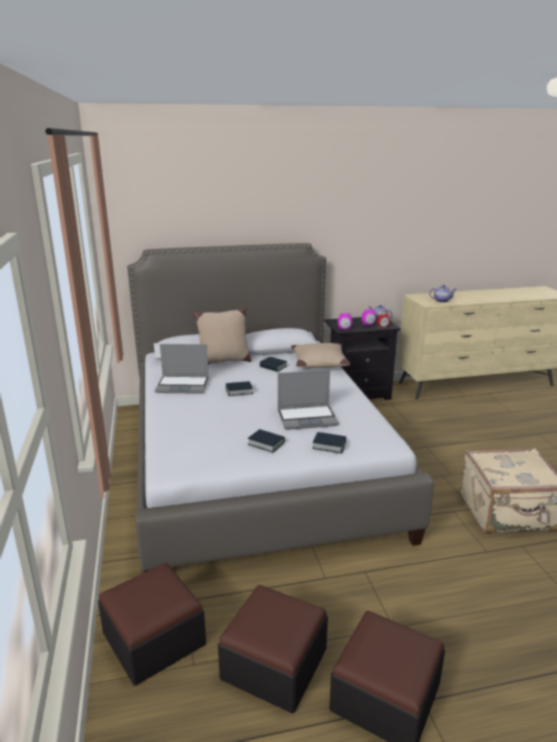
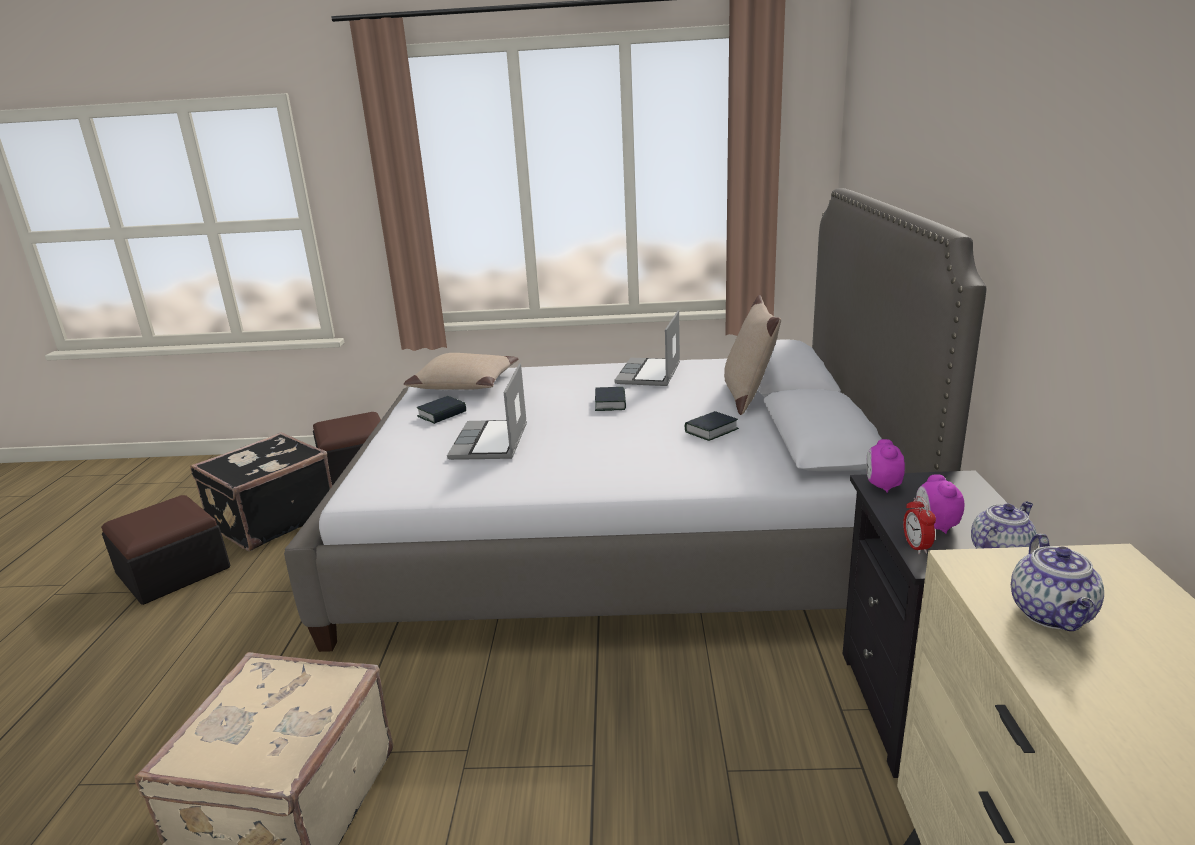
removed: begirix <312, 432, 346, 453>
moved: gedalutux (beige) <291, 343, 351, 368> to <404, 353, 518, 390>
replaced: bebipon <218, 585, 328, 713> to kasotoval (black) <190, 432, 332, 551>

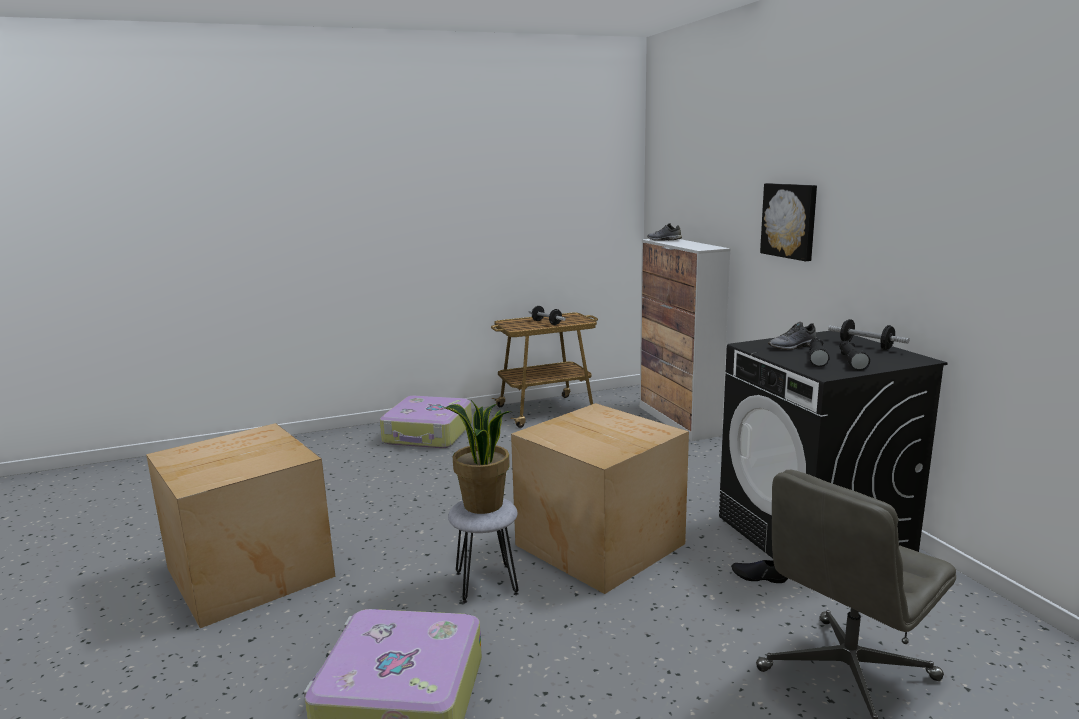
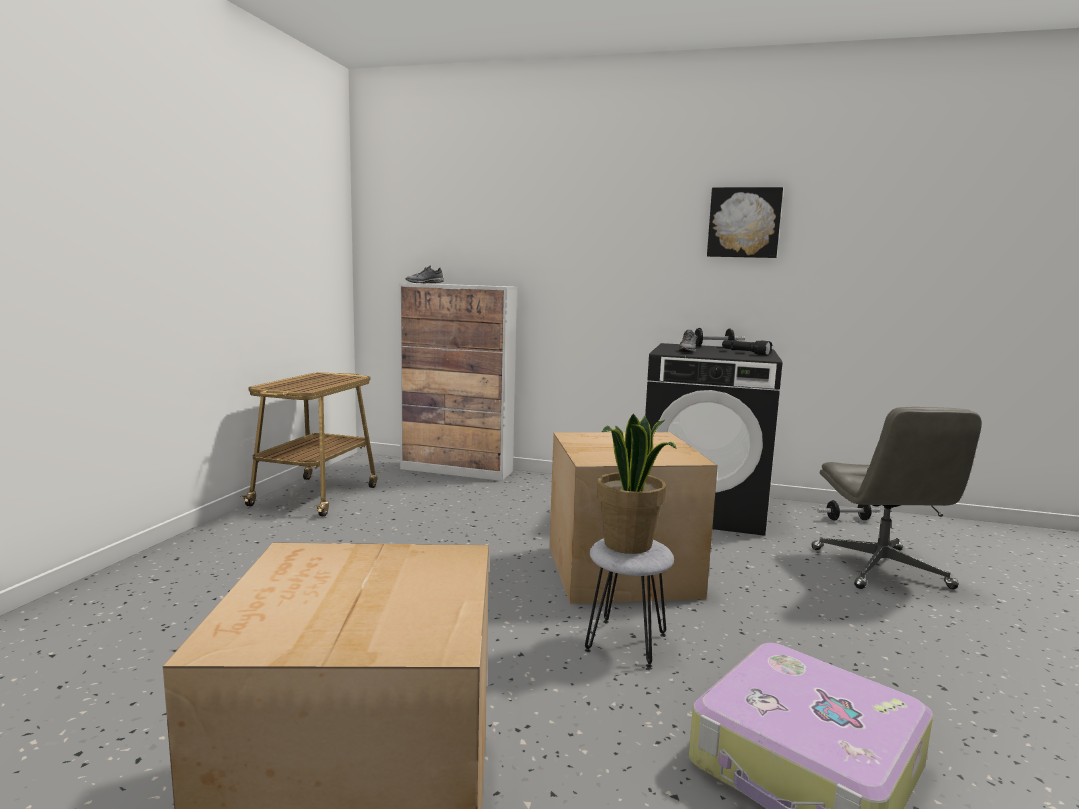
removed: kasotoval <380, 396, 472, 448>; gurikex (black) <731, 560, 788, 583>; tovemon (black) <809, 338, 829, 367>
moved: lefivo <529, 306, 566, 325> to <817, 500, 881, 521>; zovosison <760, 183, 817, 261> to <707, 187, 783, 258>

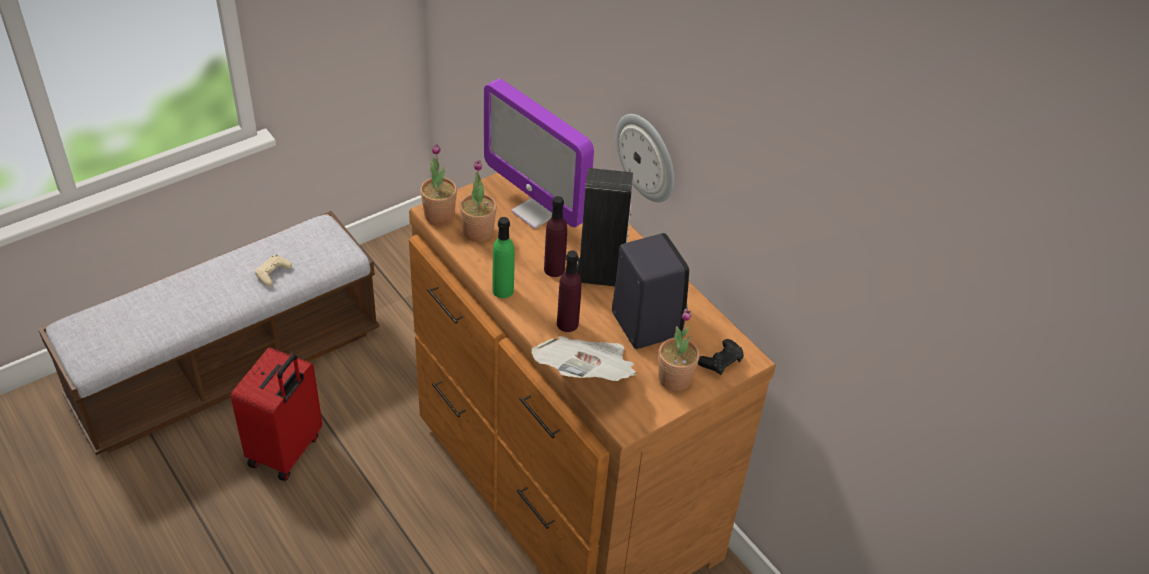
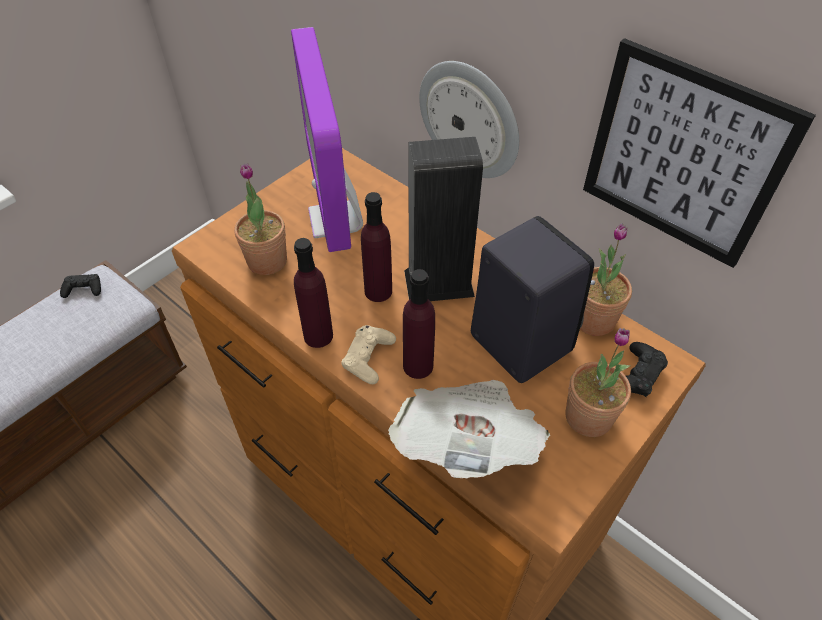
removed: kasotoval (red) <231, 347, 322, 481>
added: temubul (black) <60, 274, 101, 298>; zovosison <583, 38, 816, 268>
moved: temubul (beige) <255, 255, 292, 286> to <341, 325, 396, 384>; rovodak <420, 143, 457, 225> to <580, 223, 632, 336>
recoloured: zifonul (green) <492, 217, 515, 298> to zifonul (purple) <294, 238, 333, 348>
turned: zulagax <484, 79, 594, 229> = <291, 27, 363, 252> 45 degrees clockwise

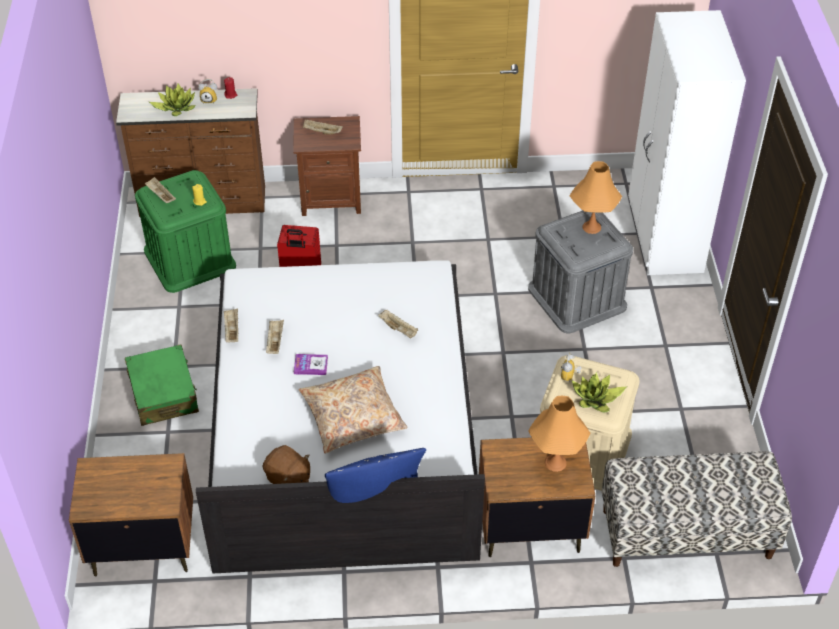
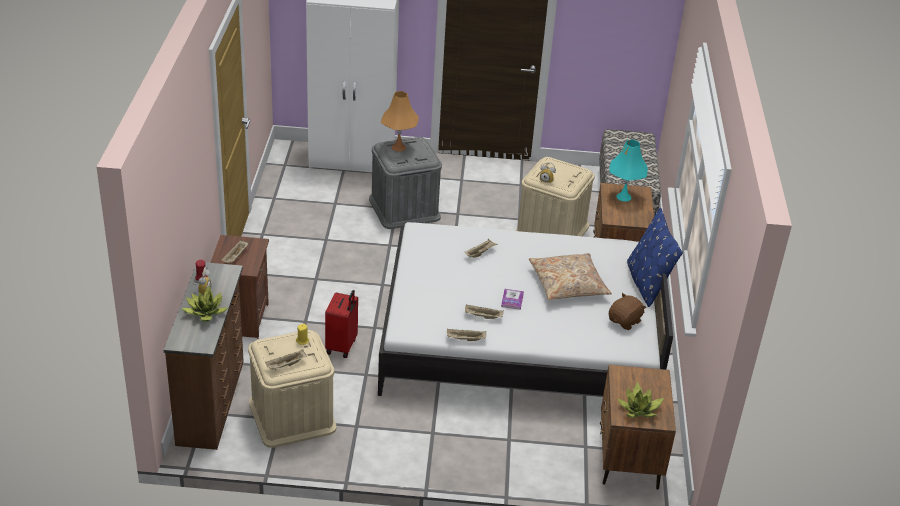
removed: kasotoval (green) <125, 344, 199, 426>
moved: rovodak <572, 372, 626, 413> to <617, 382, 664, 417>
recoloured: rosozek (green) <135, 170, 236, 293> to rosozek (beige) <248, 330, 337, 448>; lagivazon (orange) <528, 396, 590, 472> to lagivazon (turquoise) <609, 140, 648, 202>

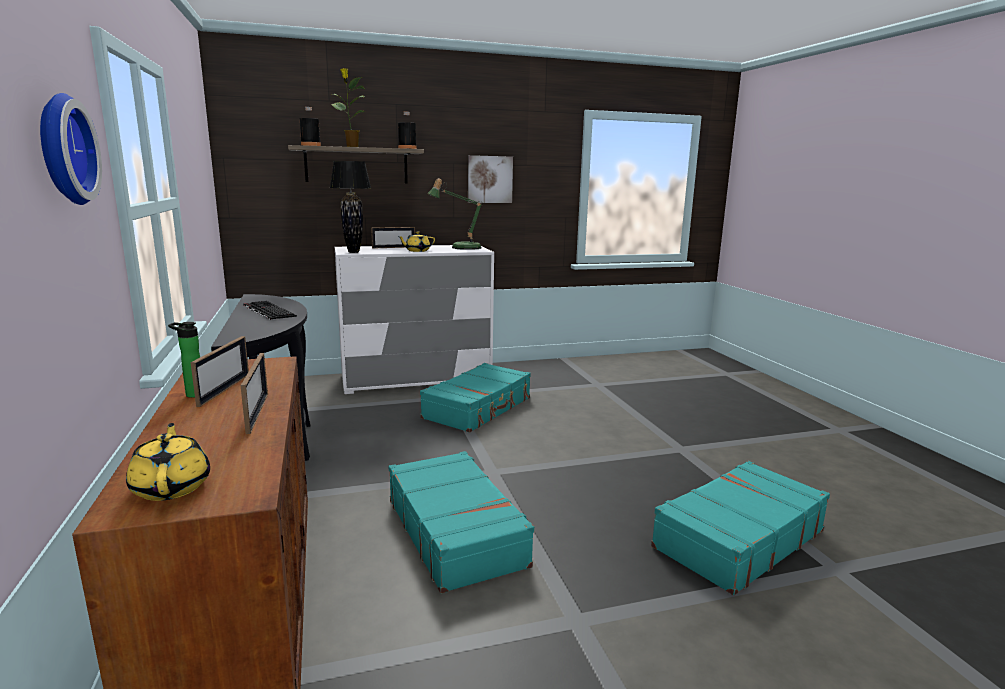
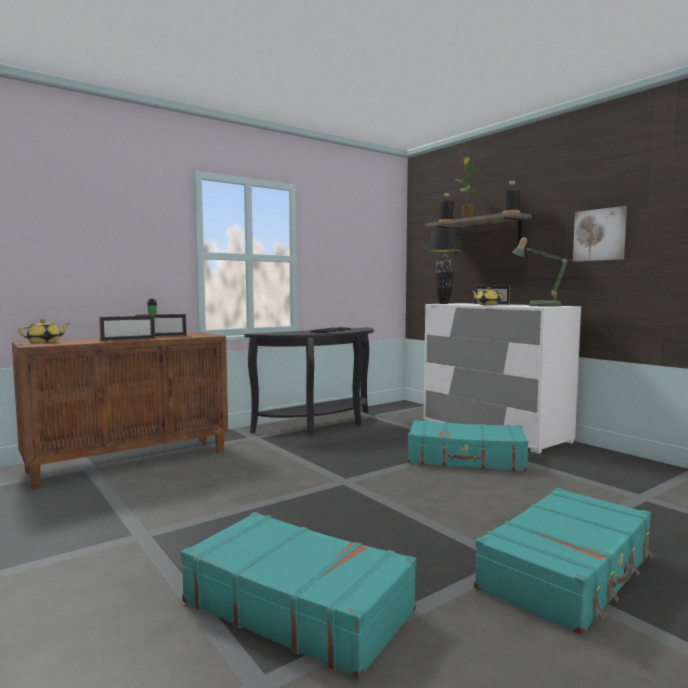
removed: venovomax <40, 93, 102, 205>
moved: kasotoval (turquoise) <389, 451, 534, 594> to <474, 488, 654, 635>

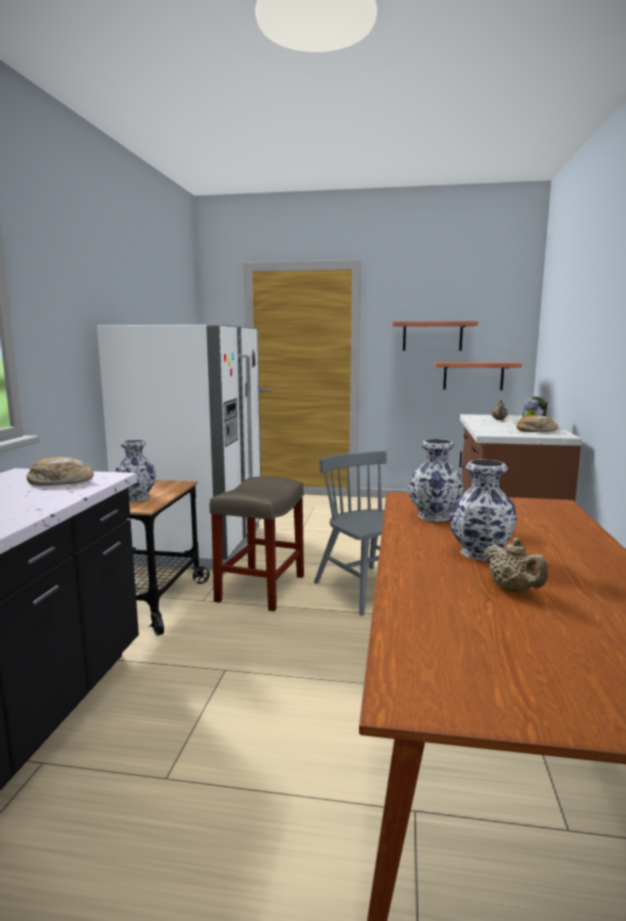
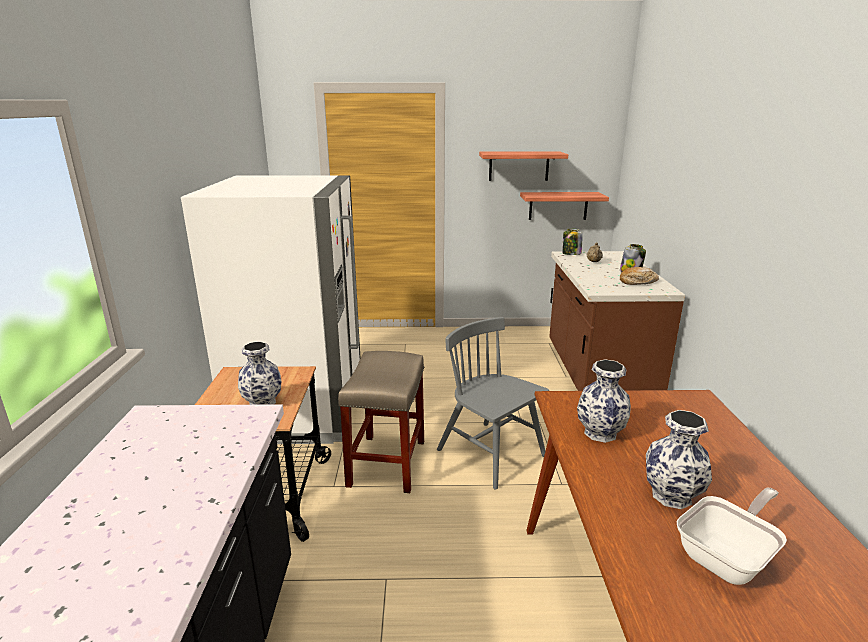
removed: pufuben <27, 457, 94, 486>
added: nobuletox <562, 229, 583, 255>
replaced: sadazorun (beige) <483, 538, 548, 592> to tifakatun <677, 487, 787, 585>

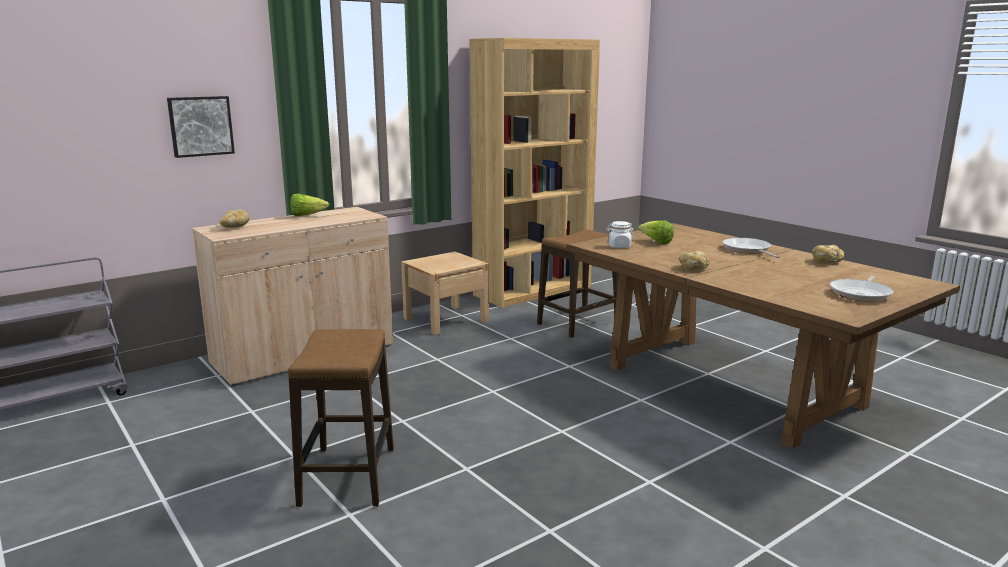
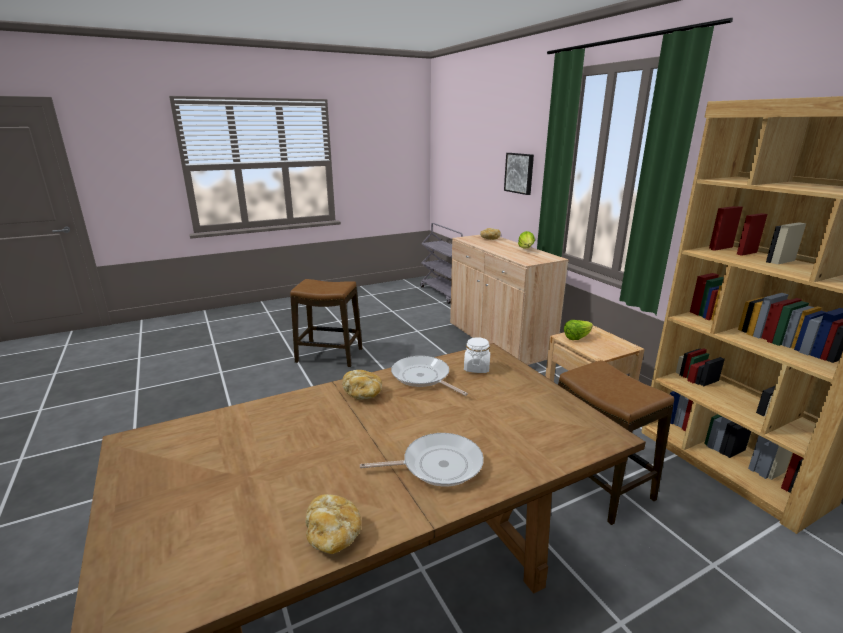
moved: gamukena <638, 220, 674, 244> to <564, 320, 593, 340>; tifakatun <830, 275, 894, 302> to <391, 356, 468, 396>

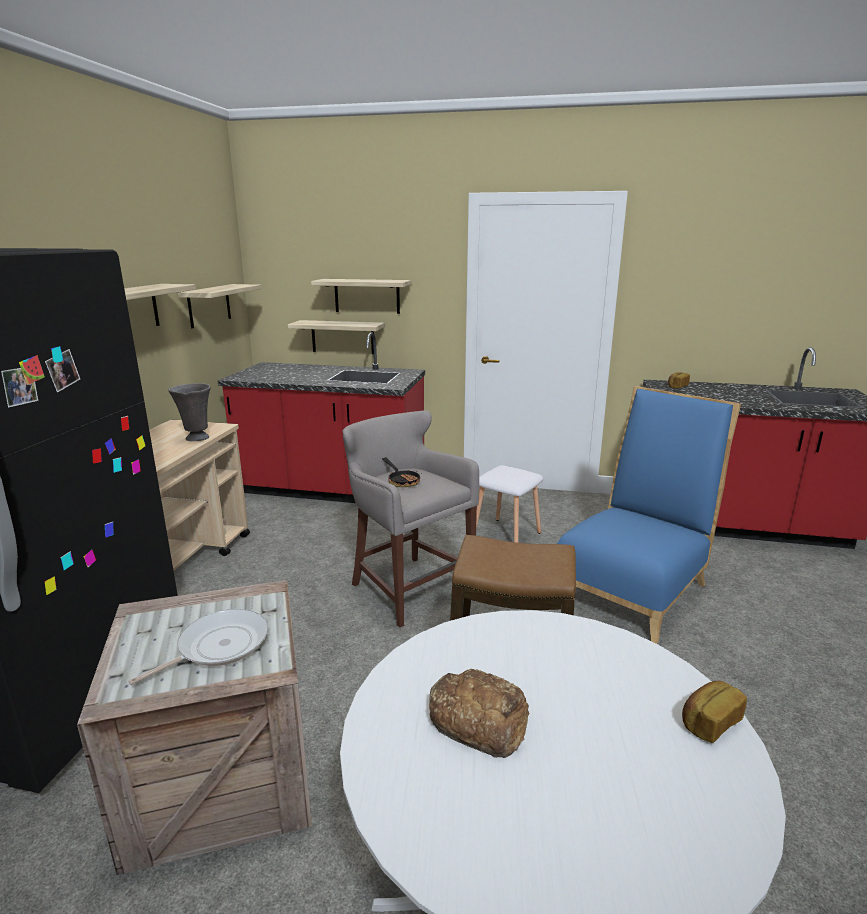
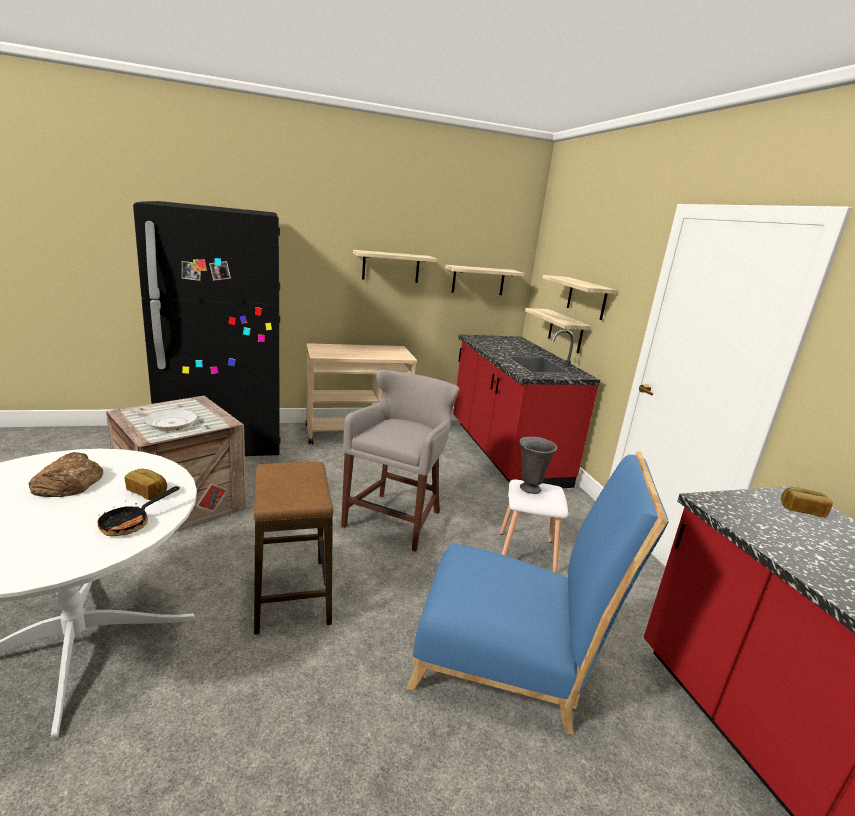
moved: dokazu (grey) <168, 383, 211, 441> to <520, 437, 557, 494>; tifakatun <382, 457, 422, 487> to <98, 486, 180, 536>; pufuben <682, 681, 747, 743> to <125, 469, 167, 500>

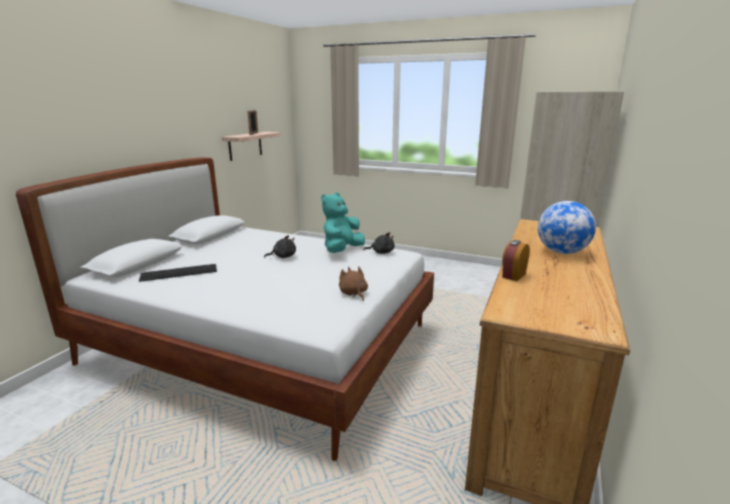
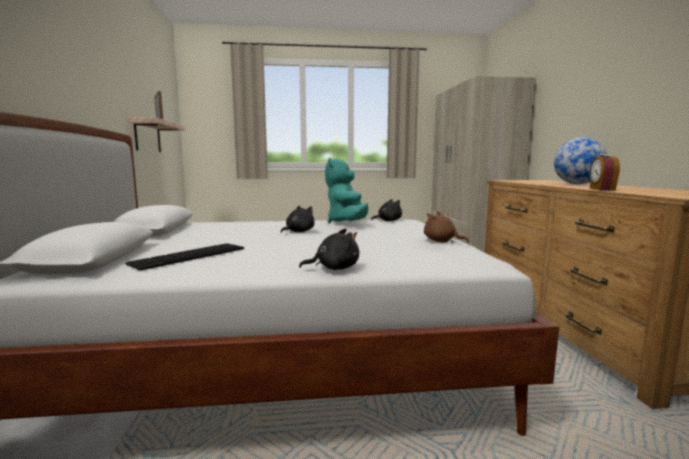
added: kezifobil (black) <299, 228, 359, 270>

